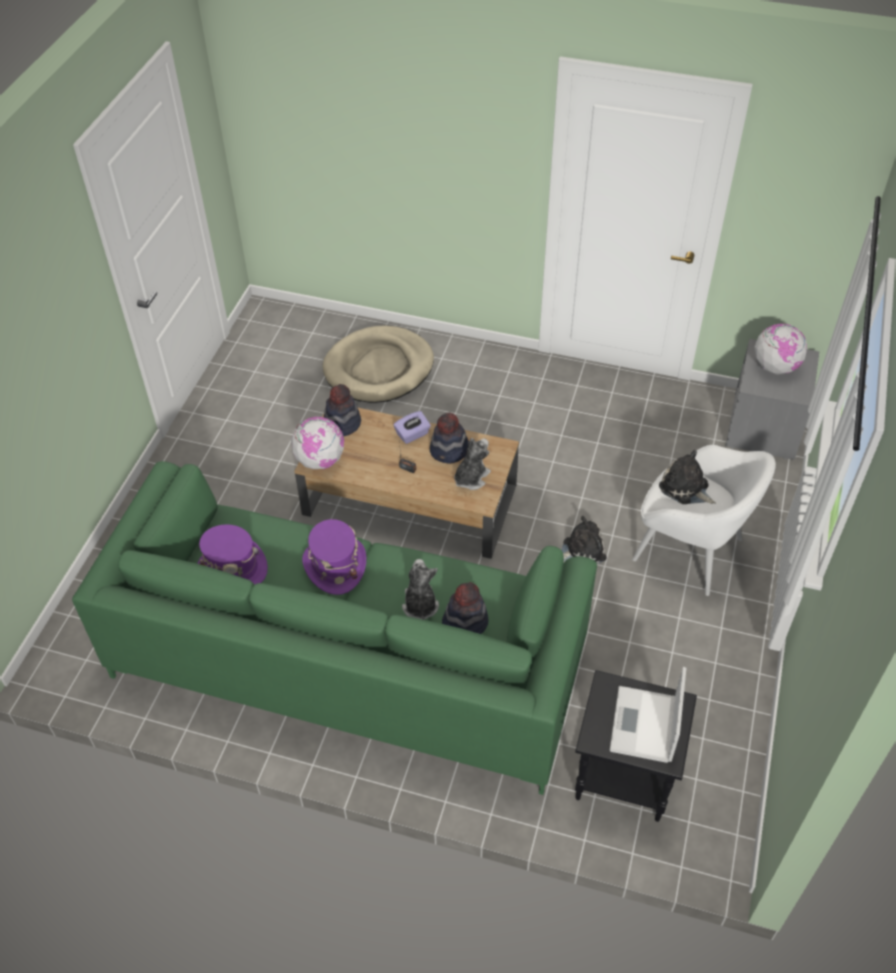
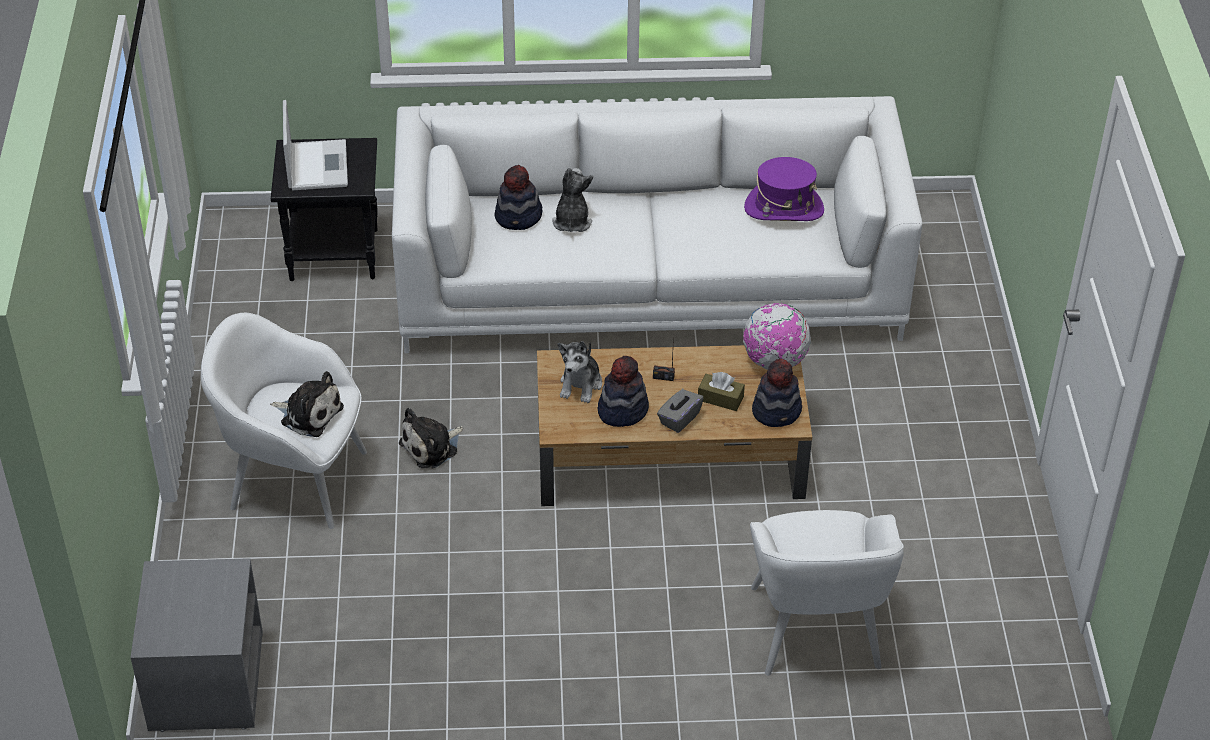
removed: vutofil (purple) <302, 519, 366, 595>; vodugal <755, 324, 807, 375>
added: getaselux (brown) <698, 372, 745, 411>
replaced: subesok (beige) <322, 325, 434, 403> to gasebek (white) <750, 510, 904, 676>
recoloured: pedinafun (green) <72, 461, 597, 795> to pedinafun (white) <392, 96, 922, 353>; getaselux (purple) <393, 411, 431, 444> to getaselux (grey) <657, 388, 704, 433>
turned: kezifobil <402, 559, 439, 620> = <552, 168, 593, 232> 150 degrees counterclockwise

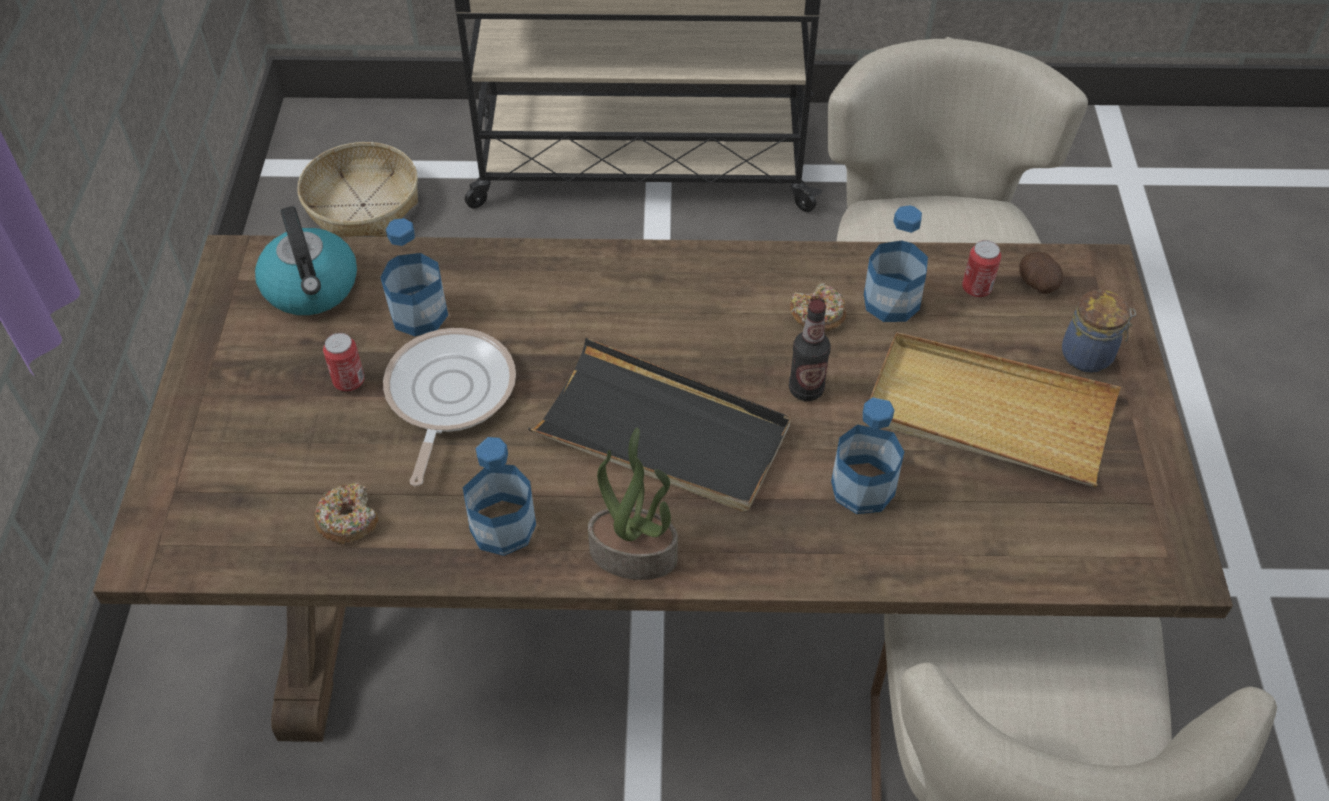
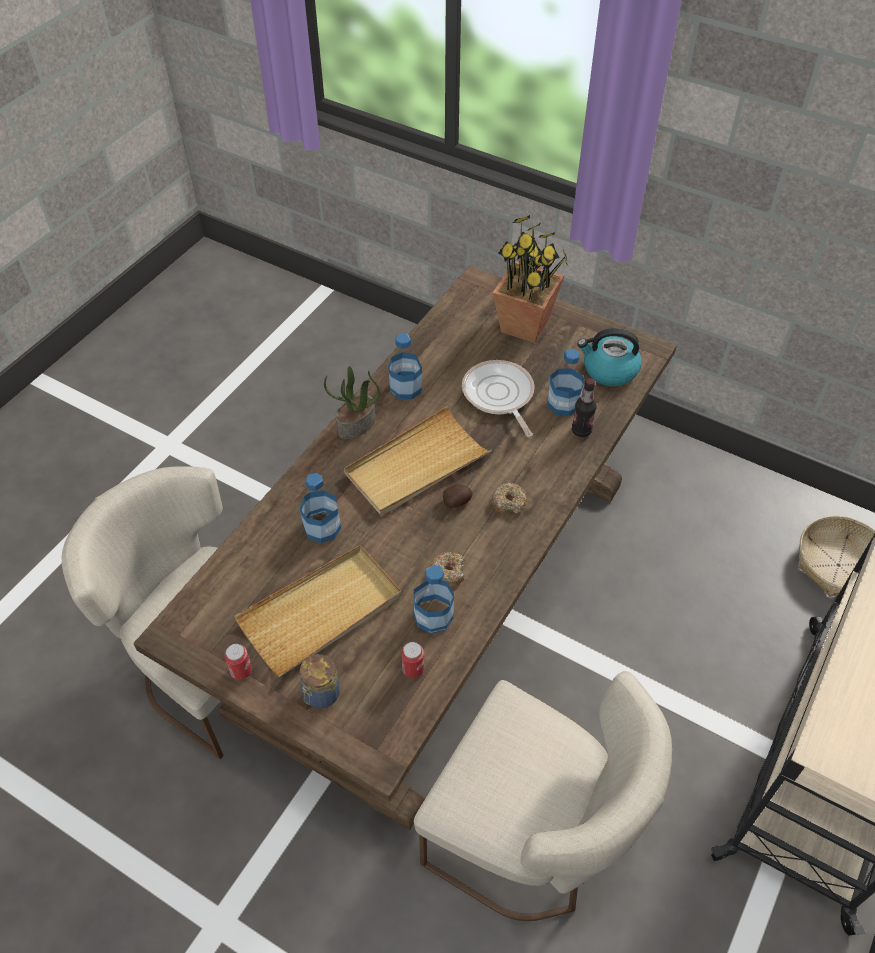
added: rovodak <493, 215, 568, 343>
moved: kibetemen <314, 483, 378, 544> to <492, 483, 527, 514>; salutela <323, 333, 364, 391> to <224, 644, 252, 680>; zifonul <789, 300, 831, 401> to <572, 378, 597, 437>; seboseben <1019, 252, 1063, 294> to <443, 484, 473, 508>
recoloured: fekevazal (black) <528, 338, 791, 512> to fekevazal (beige) <344, 406, 492, 516>
turned: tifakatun <383, 328, 516, 486> = <462, 360, 535, 437> 150 degrees counterclockwise

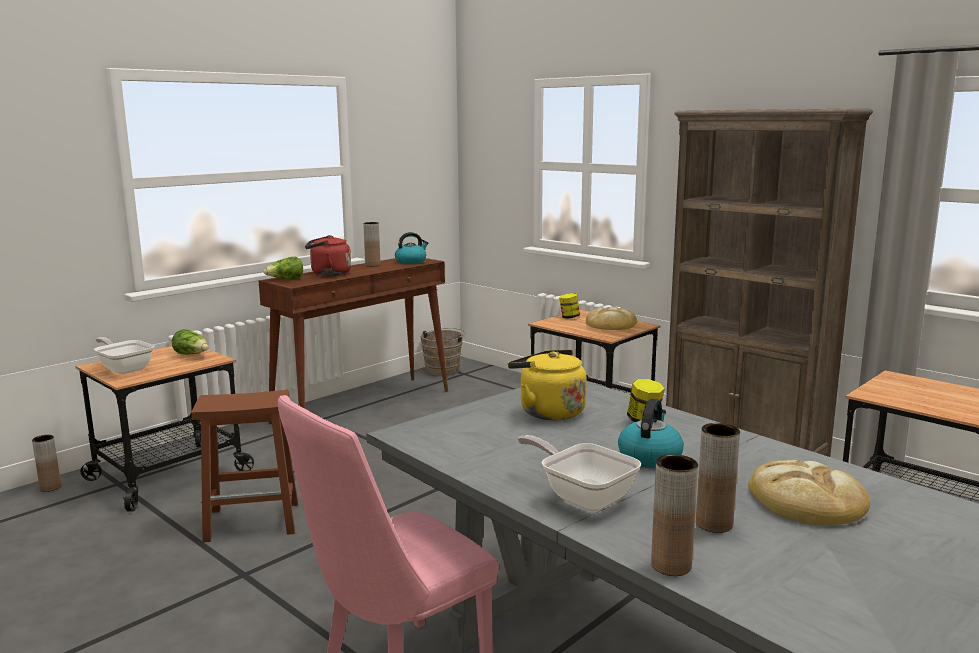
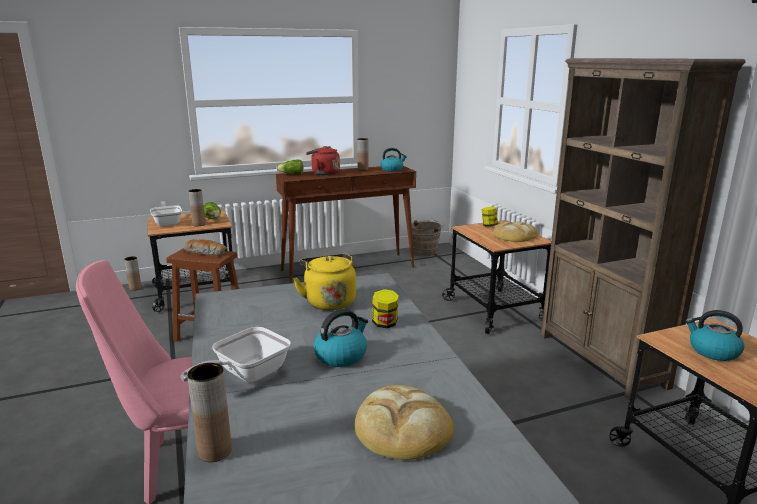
added: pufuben <184, 239, 227, 256>; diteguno <685, 310, 744, 361>
moved: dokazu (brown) <696, 423, 740, 533> to <188, 189, 205, 226>
turned: tifakatun <517, 435, 641, 511> = <181, 327, 291, 383> 120 degrees counterclockwise

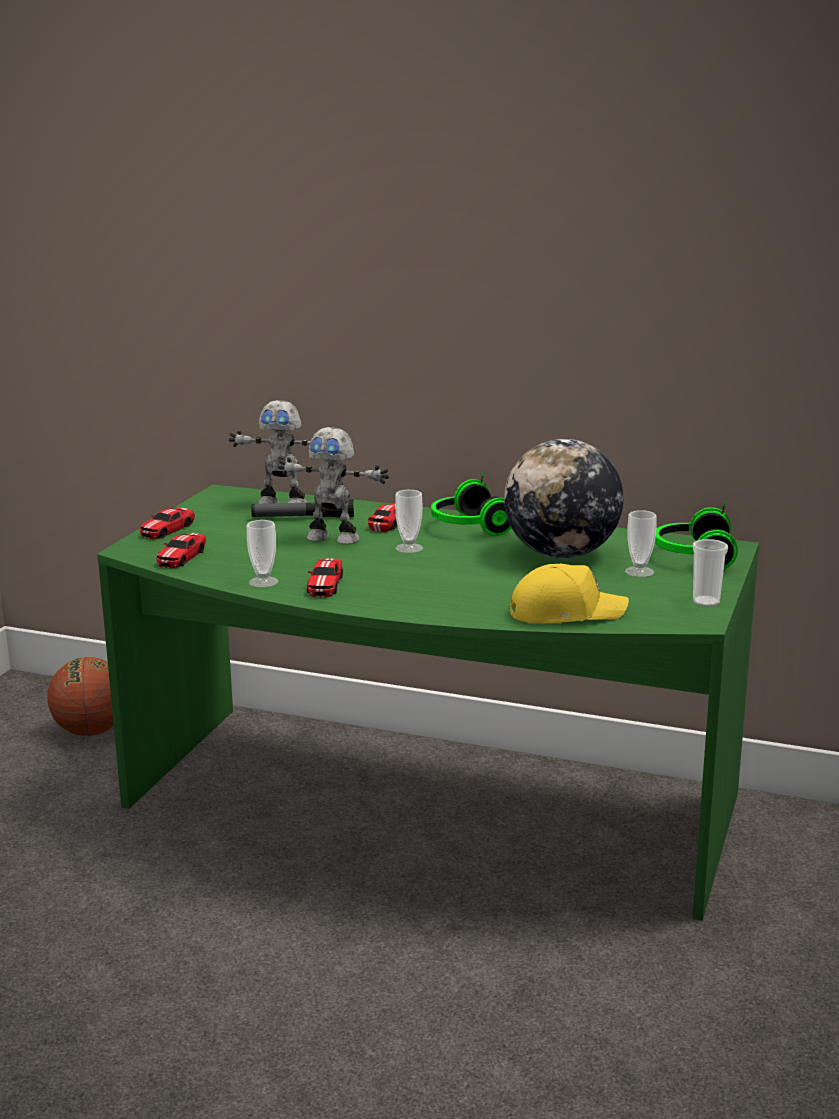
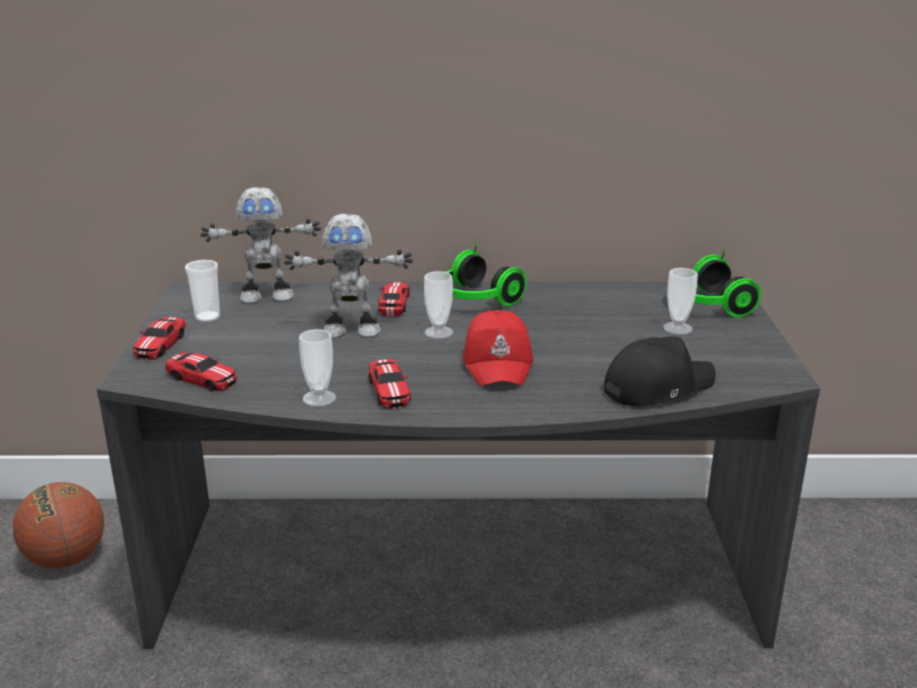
removed: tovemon <251, 499, 354, 517>; vodugal <504, 439, 623, 558>
added: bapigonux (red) <463, 310, 534, 386>
moved: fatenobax <693, 539, 728, 607> to <185, 260, 220, 322>
recoloured: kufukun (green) <97, 484, 759, 921> to kufukun (grey) <97, 282, 820, 649>; bapigonux (yellow) <510, 564, 629, 623> to bapigonux (black) <604, 336, 716, 406>
turned: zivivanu <156, 533, 206, 568> = <165, 353, 237, 391> 60 degrees counterclockwise

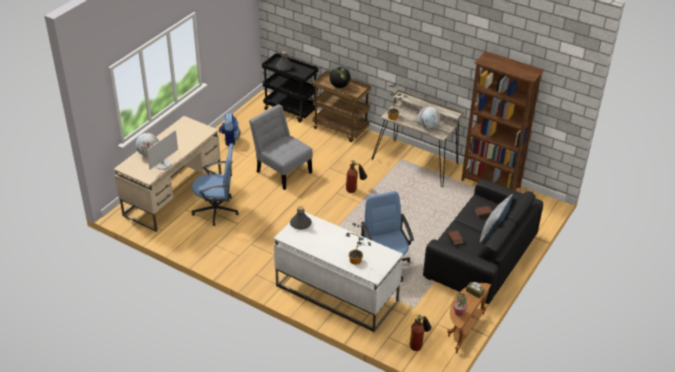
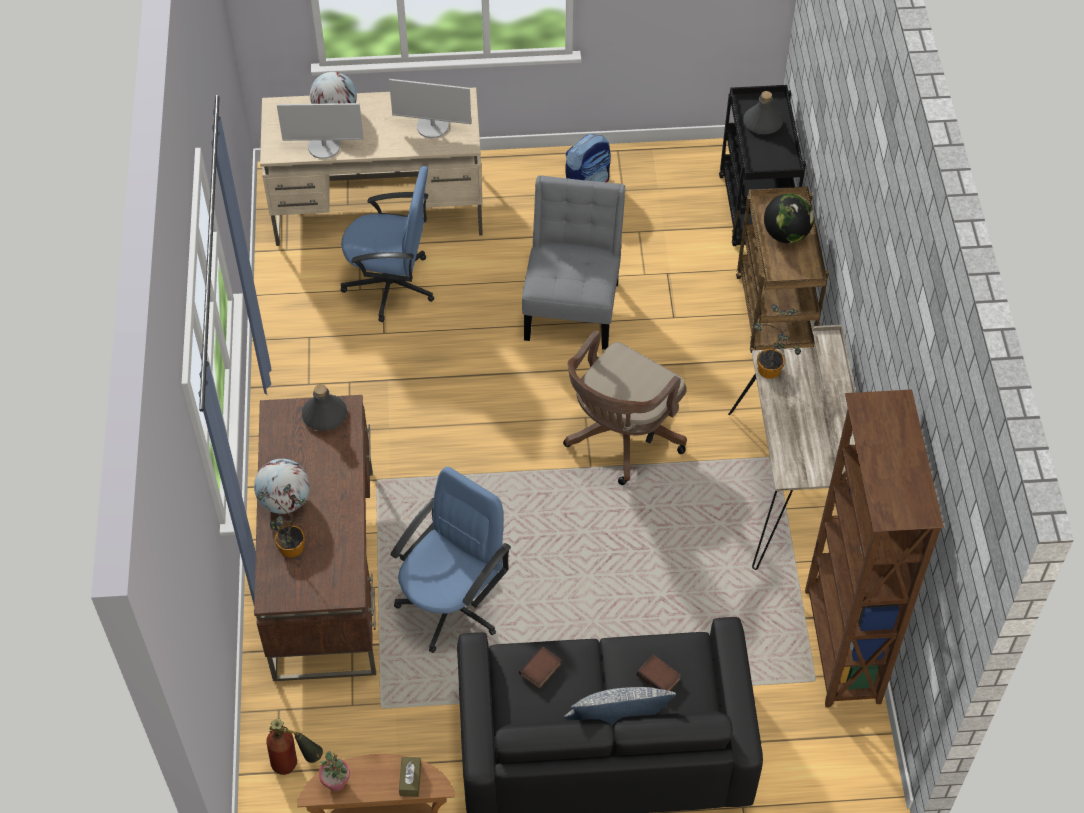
added: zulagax <389, 79, 471, 138>
moved: vodugal <418, 106, 440, 129> to <254, 459, 310, 514>
replaced: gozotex <346, 160, 367, 193> to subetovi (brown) <563, 330, 687, 485>
recoloured: kufukun (white) <274, 212, 403, 332> to kufukun (brown) <254, 395, 376, 681>
turned: subetovi (blue) <192, 143, 239, 226> = <341, 166, 434, 322> 45 degrees counterclockwise

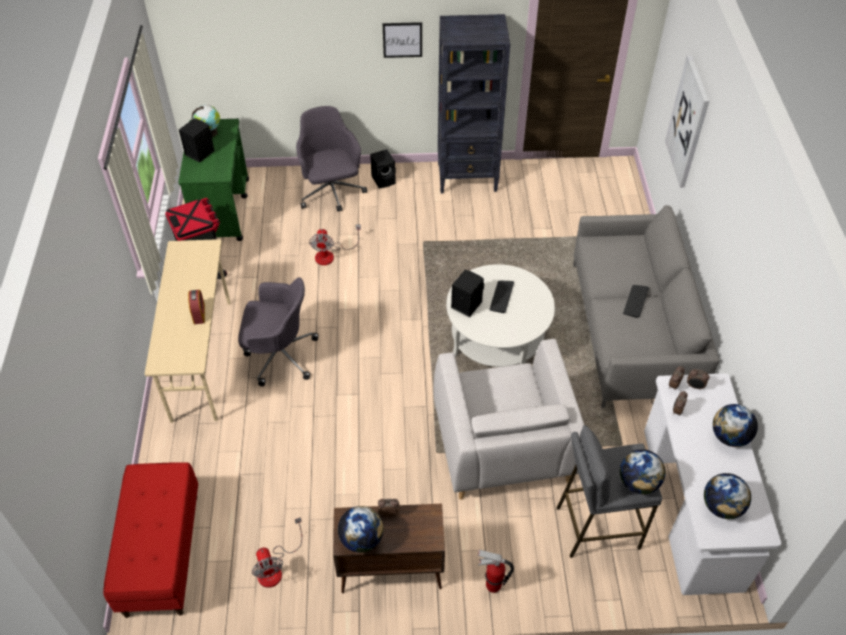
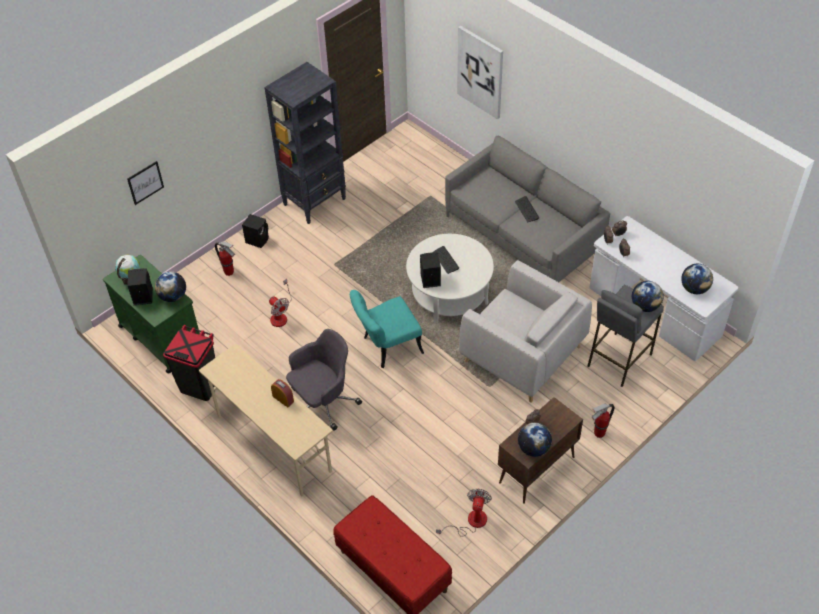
added: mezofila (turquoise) <350, 290, 424, 368>
moved: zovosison <383, 22, 422, 58> to <127, 161, 164, 205>; vodugal <713, 404, 758, 447> to <155, 272, 186, 302>
replaced: subetovi (grey) <296, 106, 367, 212> to gozotex <215, 241, 235, 276>
turned: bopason <252, 517, 302, 588> = <436, 489, 492, 537> 105 degrees counterclockwise

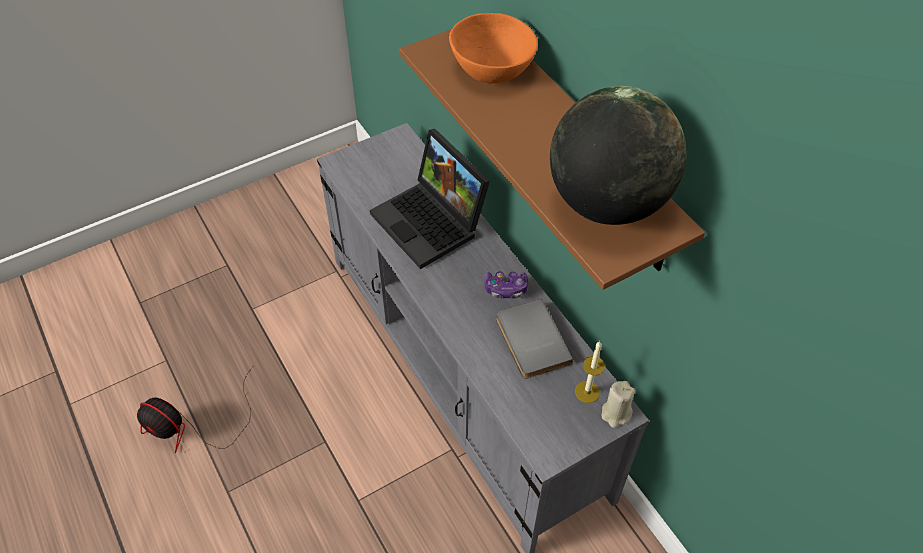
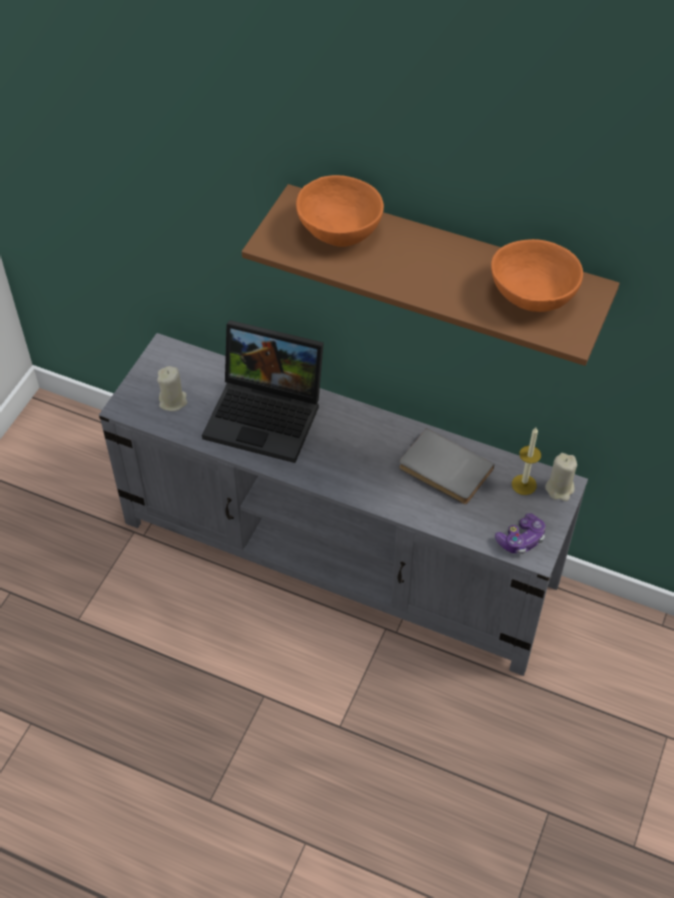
removed: bopason <137, 367, 253, 453>
added: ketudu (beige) <157, 366, 187, 411>
moved: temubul <484, 272, 528, 298> to <495, 513, 546, 554>
replaced: vodugal <550, 86, 687, 225> to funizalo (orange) <491, 239, 583, 312>

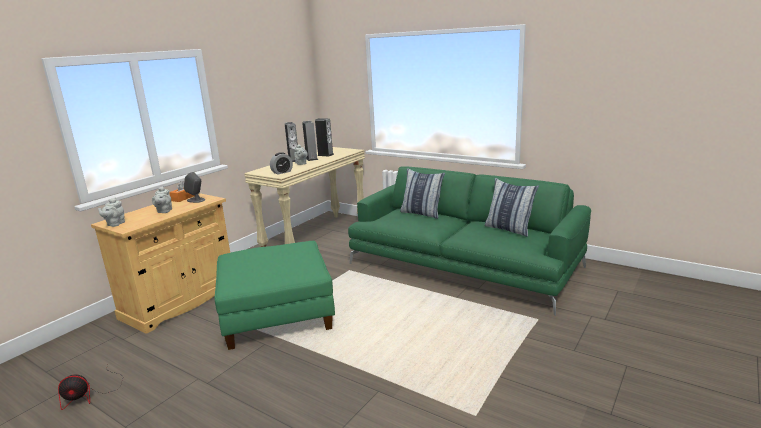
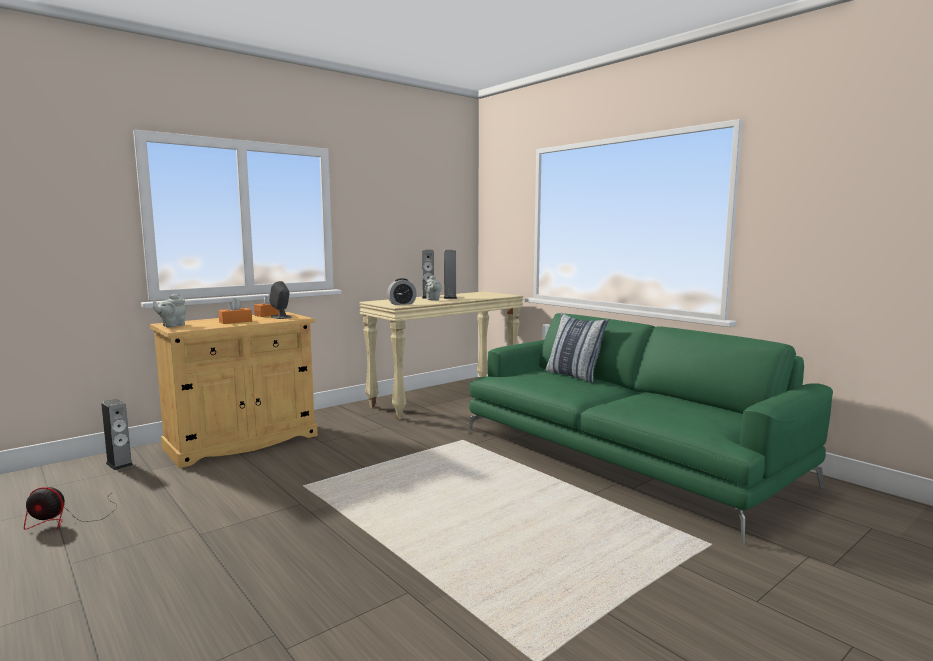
removed: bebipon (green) <215, 241, 335, 350>; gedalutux <485, 178, 539, 237>
moved: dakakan <315, 118, 334, 157> to <101, 399, 133, 470>
replaced: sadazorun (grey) <152, 186, 172, 213> to getaselux (orange) <218, 298, 252, 324>

